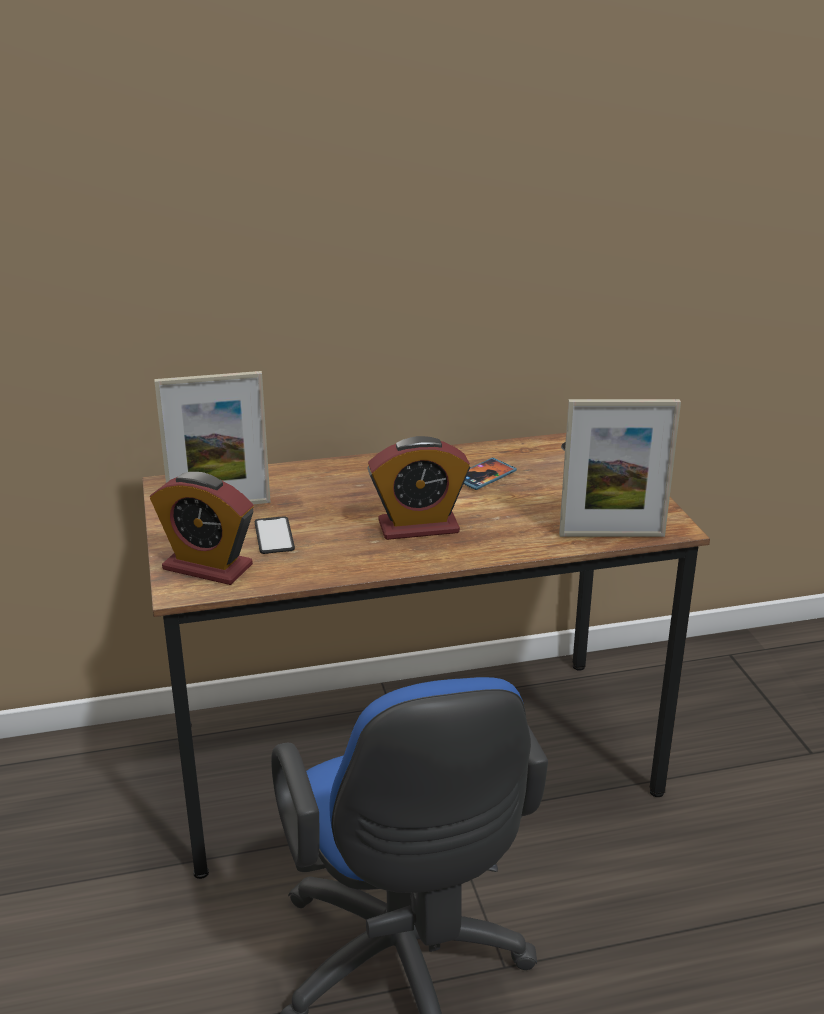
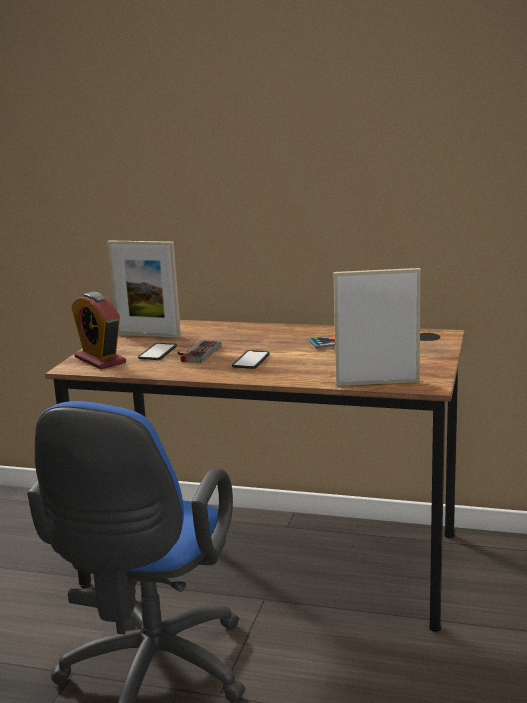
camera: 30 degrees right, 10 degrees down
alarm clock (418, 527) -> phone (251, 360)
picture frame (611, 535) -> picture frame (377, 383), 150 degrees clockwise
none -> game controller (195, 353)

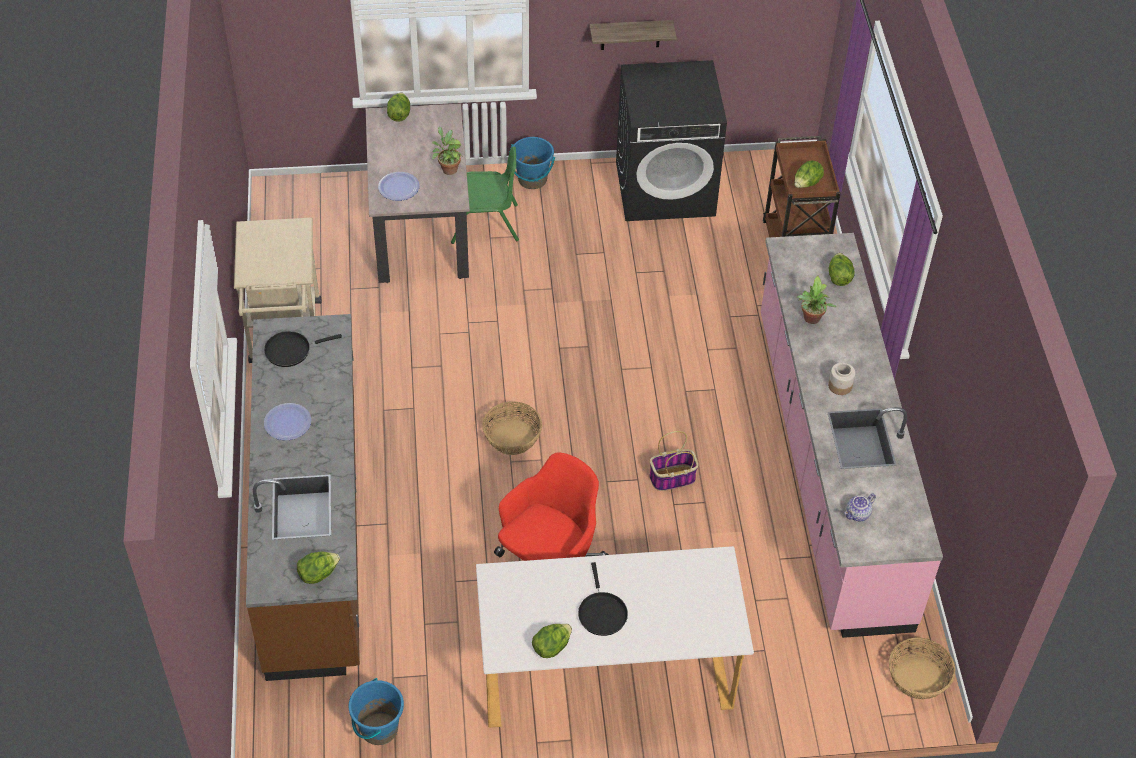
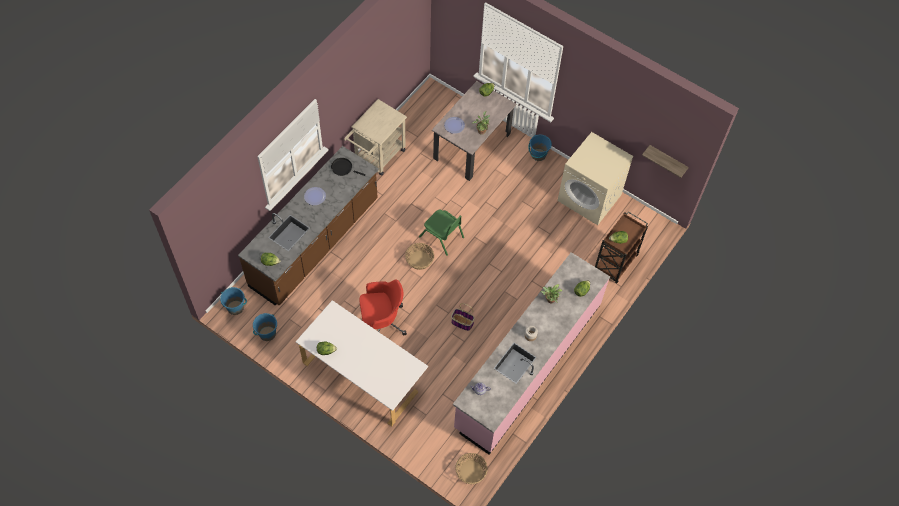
camera: 40 degrees right, 10 degrees up
green chair (485, 223) -> green chair (442, 237), shifted
black frying pan (601, 612) -> none
shelf (630, 34) -> shelf (667, 160), shifted
black washing machine (665, 188) -> beige washing machine (590, 197)
none -> blue bucket (235, 307)

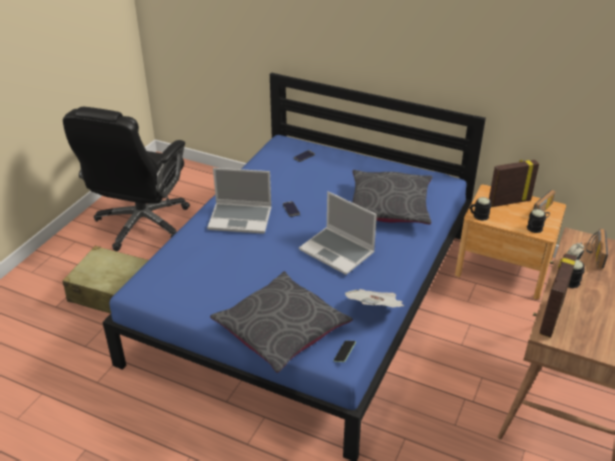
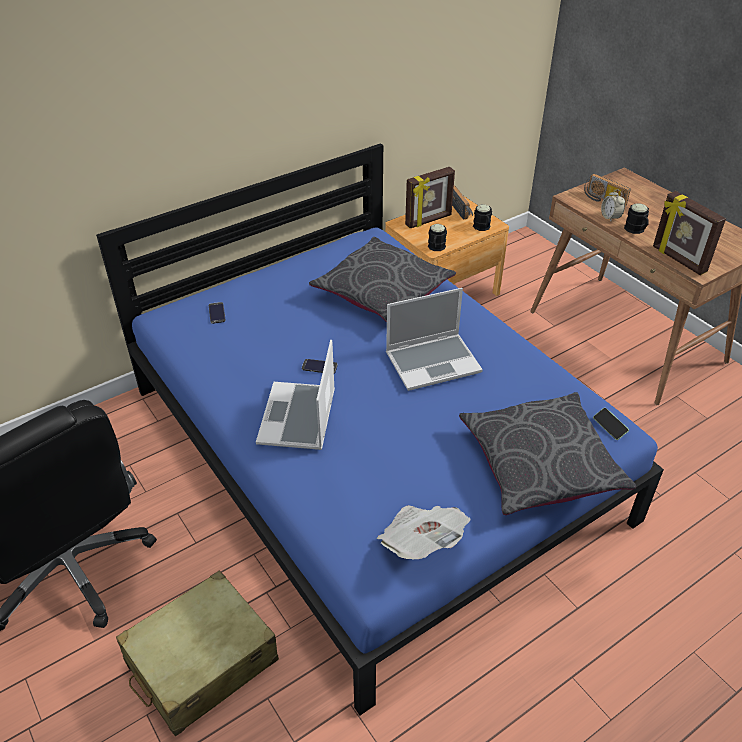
camera: 60 degrees left, 5 degrees up
laptop (241, 218) -> laptop (298, 418), 150 degrees clockwise
newspaper (375, 309) -> newspaper (421, 542), shifted
picture frame (509, 201) -> picture frame (429, 221), 135 degrees counterclockwise

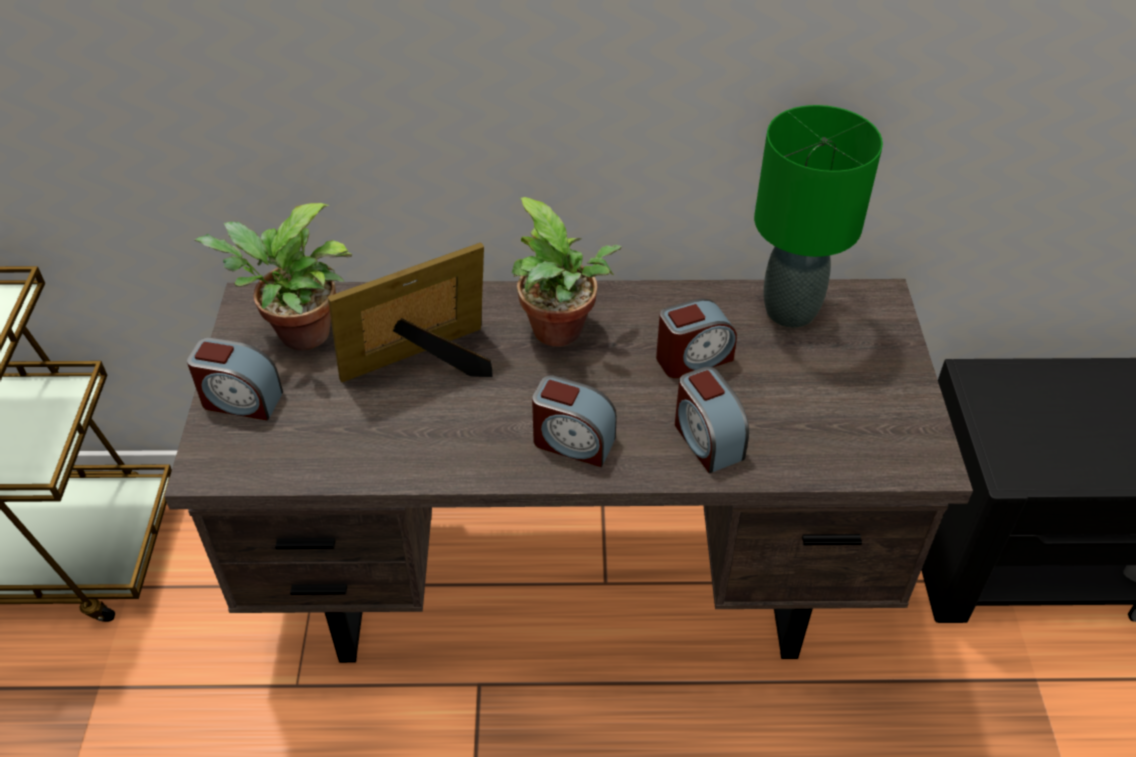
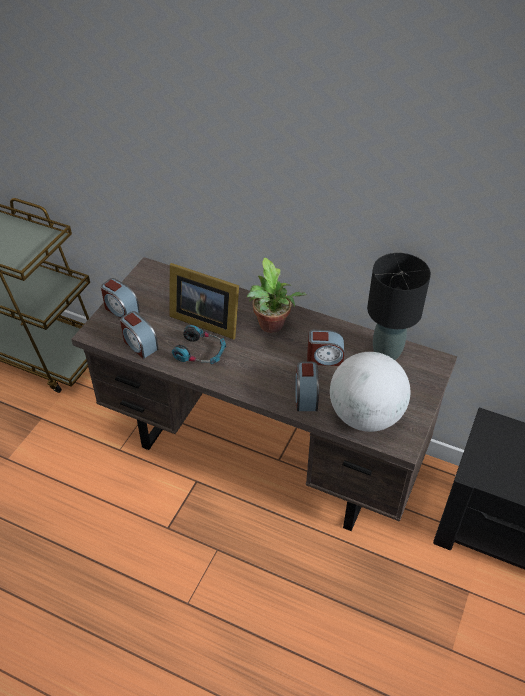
camera: 25 degrees right, 0 degrees up
potted plant (297, 336) -> none
picture frame (424, 364) -> picture frame (204, 320), 150 degrees counterclockwise
alarm clock (573, 442) -> alarm clock (139, 345), shifted
green table lamp (790, 312) -> black table lamp (386, 353)
none -> headphones (200, 352)
none -> globe (365, 416)

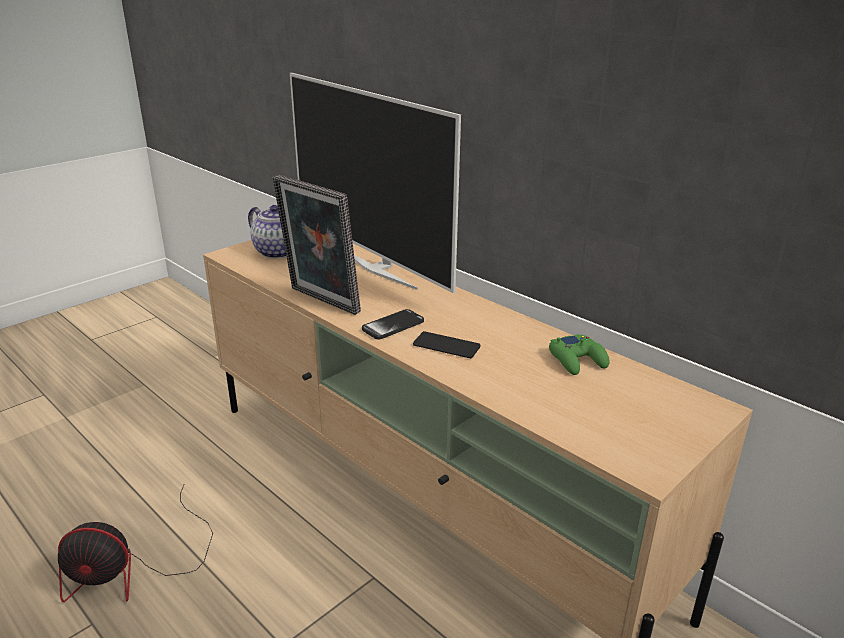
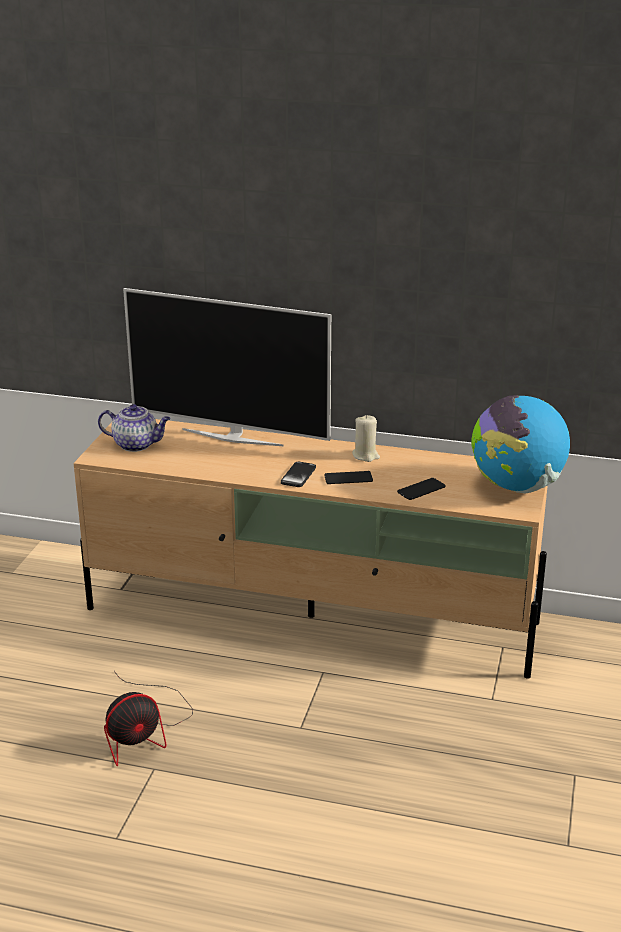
camera: 30 degrees left, 0 degrees up
picture frame (320, 302) -> none
green game controller (577, 360) -> none
none -> beige candle (365, 456)
none -> phone (421, 489)
none -> globe (516, 486)

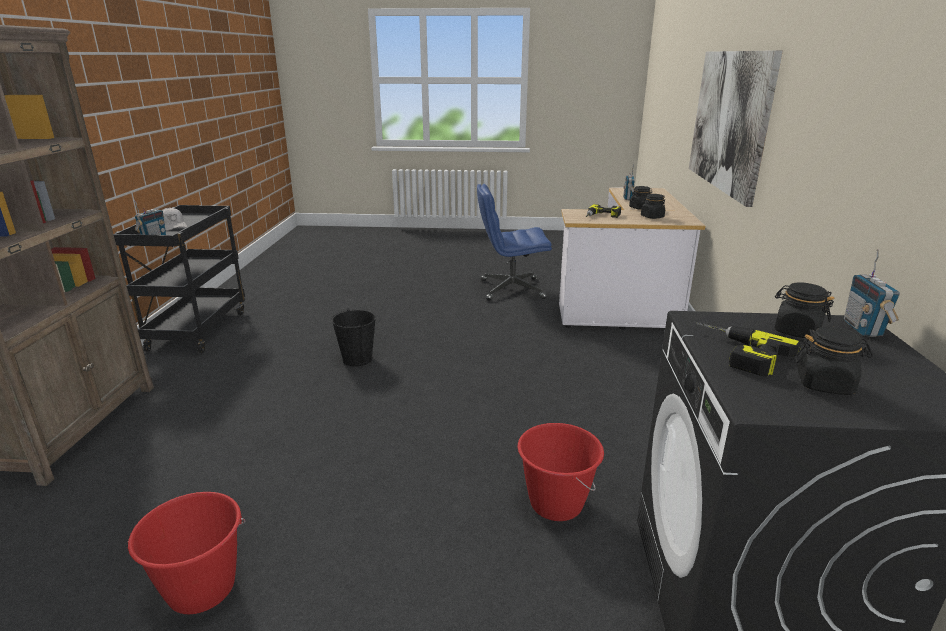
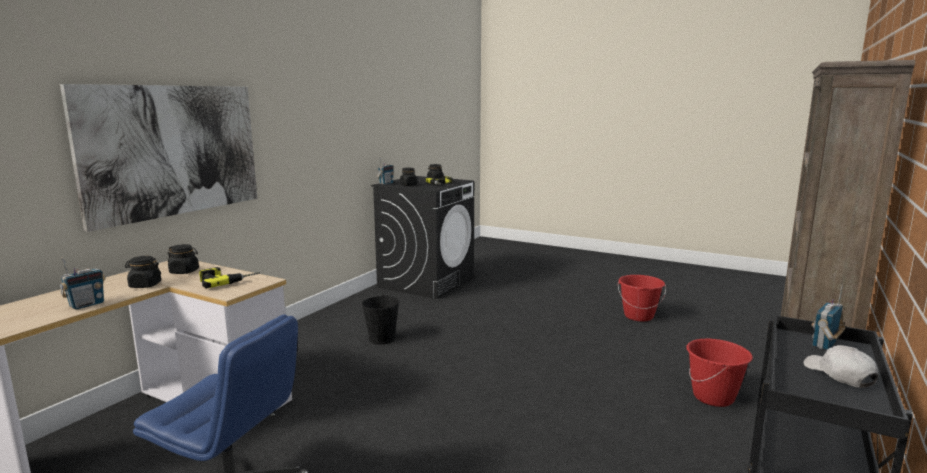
camera: 155 degrees left, 10 degrees down
black bucket (357, 359) -> black bucket (381, 339), shifted
red bucket (555, 503) -> red bucket (713, 397), shifted

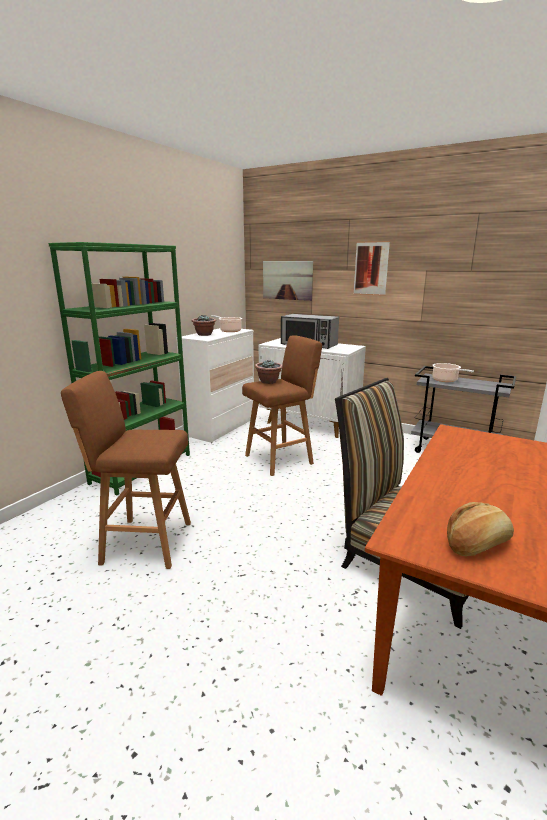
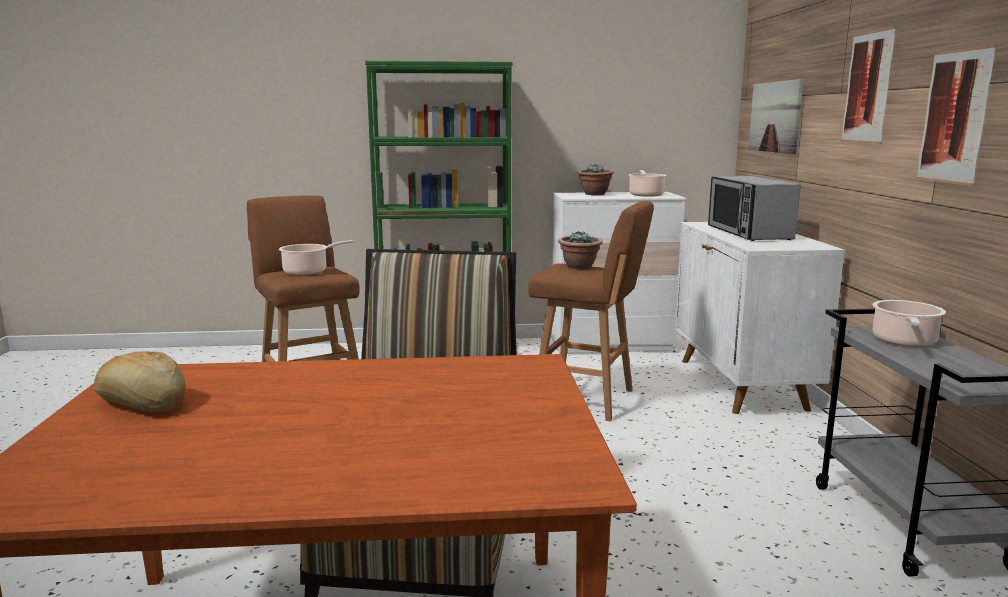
camera: 55 degrees right, 5 degrees down
none -> cooking pot (308, 272)
none -> picture (954, 116)

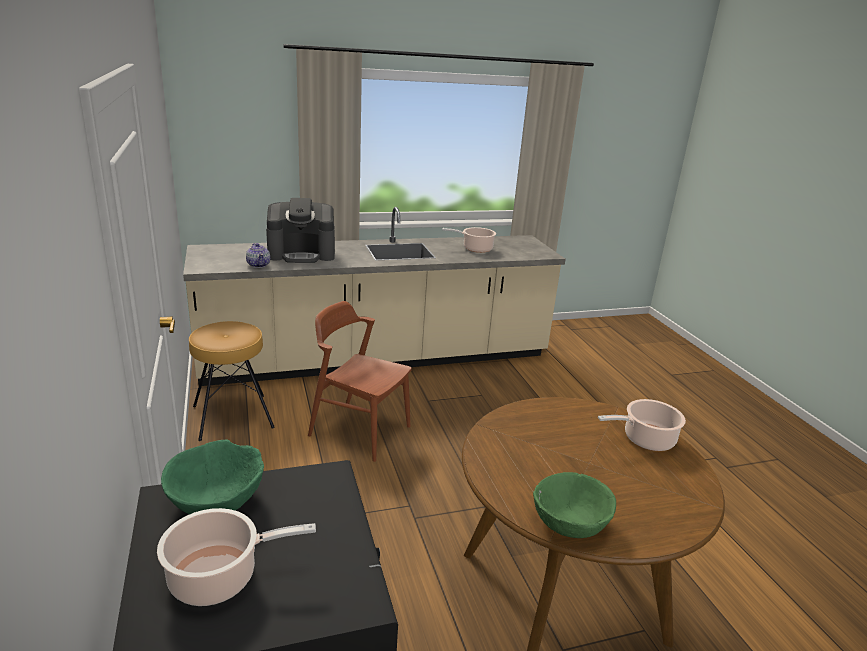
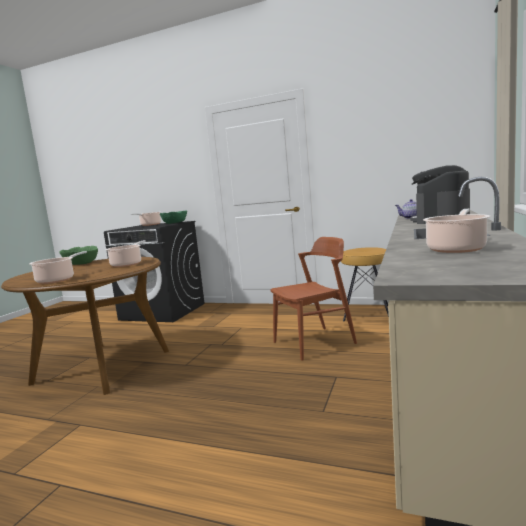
camera: 130 degrees right, 15 degrees down
none -> cooking pot (127, 264)

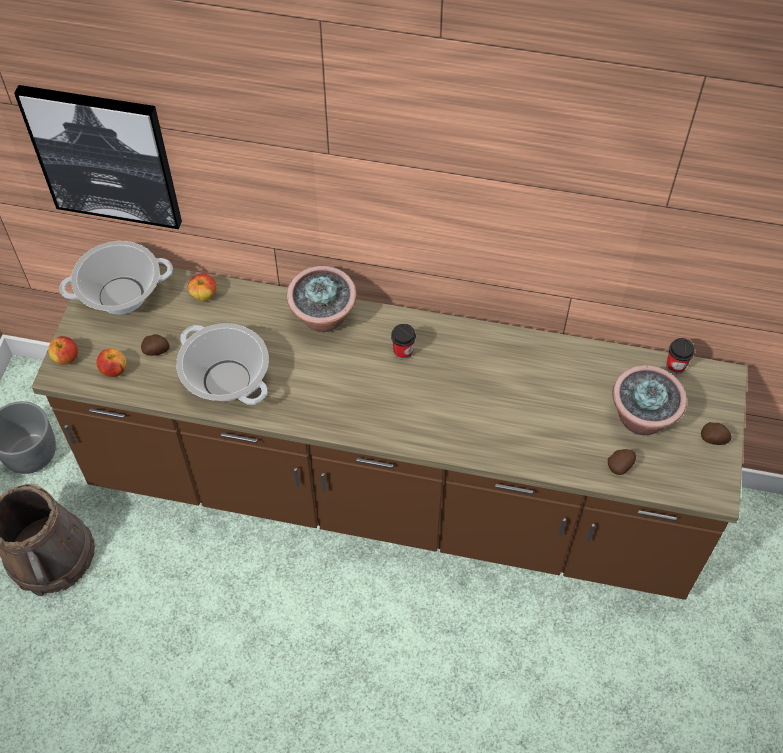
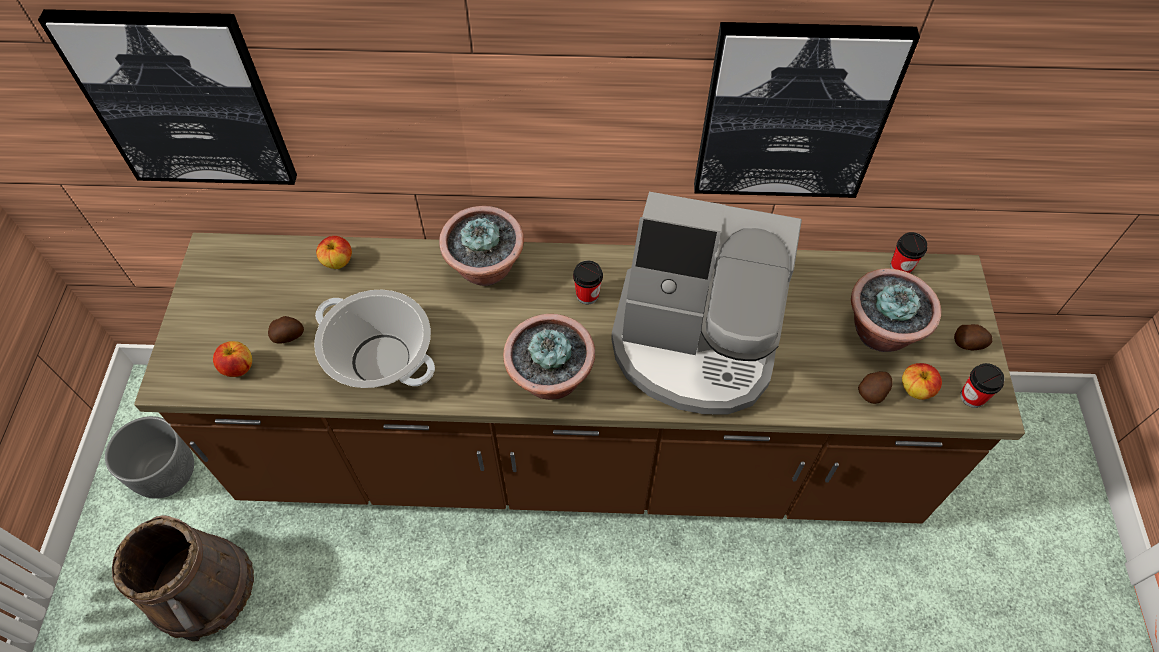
camera: 10 degrees left, 0 degrees up
apple (66, 358) -> apple (915, 390), shifted
cooking pot (121, 295) -> none
none -> potted plant (550, 380)
none -> coffee machine (695, 343)
none -> picture (793, 113)
none -> cup (972, 397)

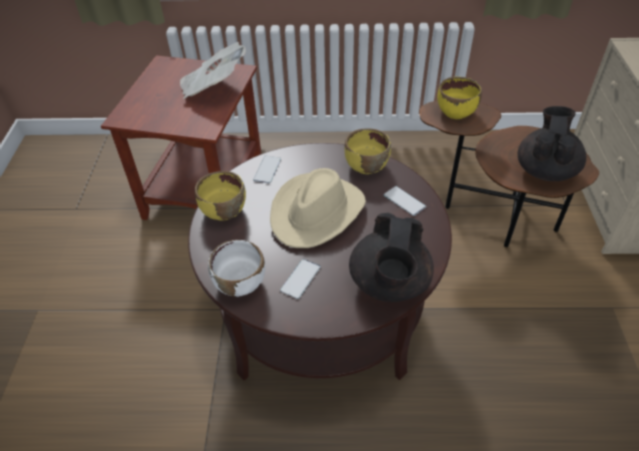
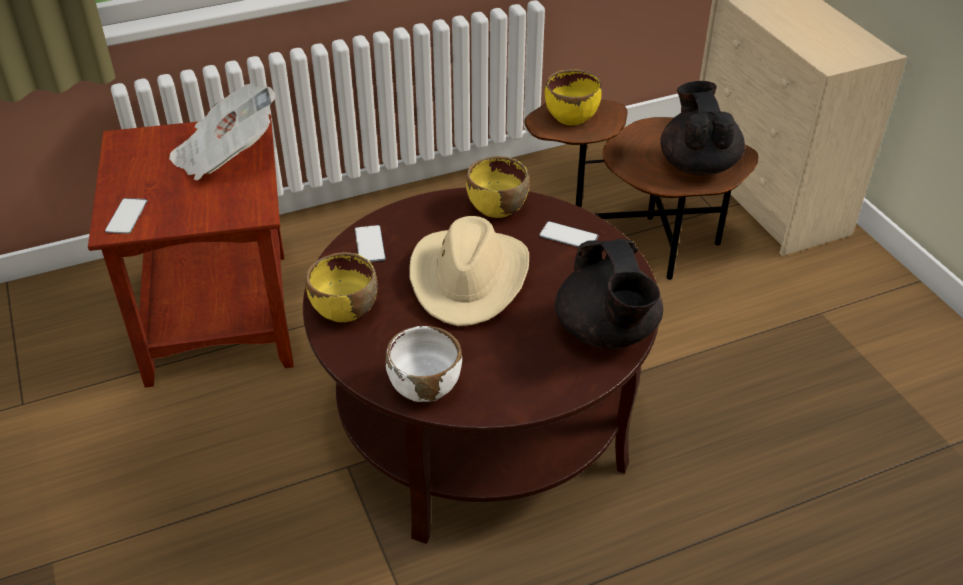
camera: 25 degrees left, 5 degrees down
phone (300, 278) -> phone (126, 216), shifted

